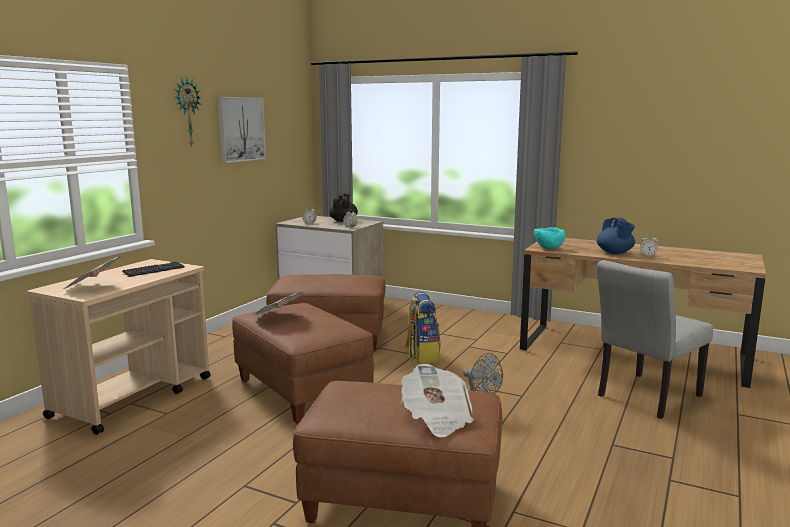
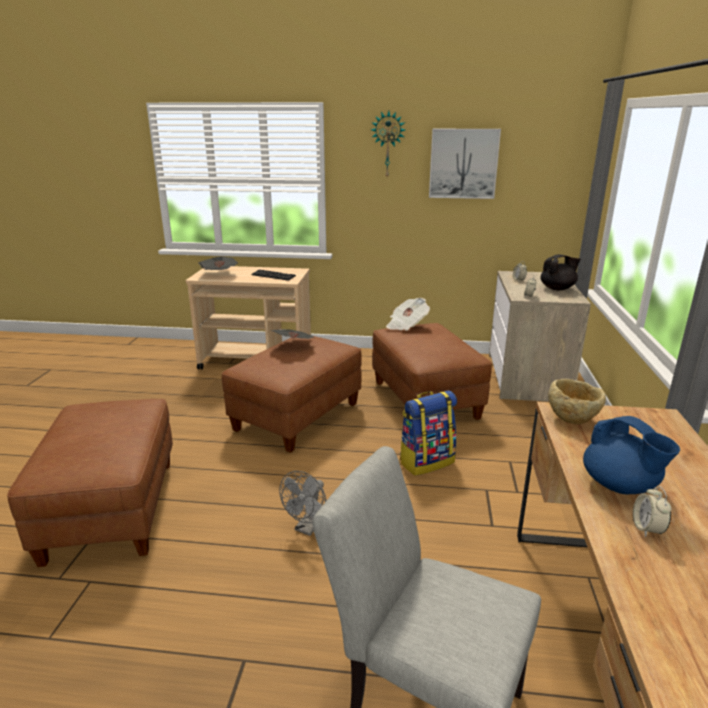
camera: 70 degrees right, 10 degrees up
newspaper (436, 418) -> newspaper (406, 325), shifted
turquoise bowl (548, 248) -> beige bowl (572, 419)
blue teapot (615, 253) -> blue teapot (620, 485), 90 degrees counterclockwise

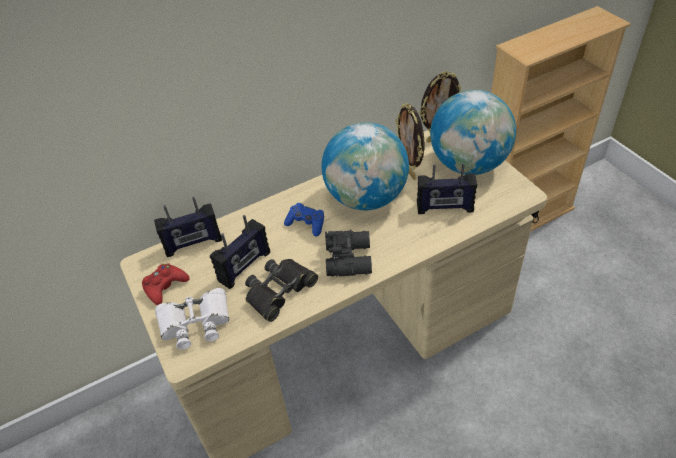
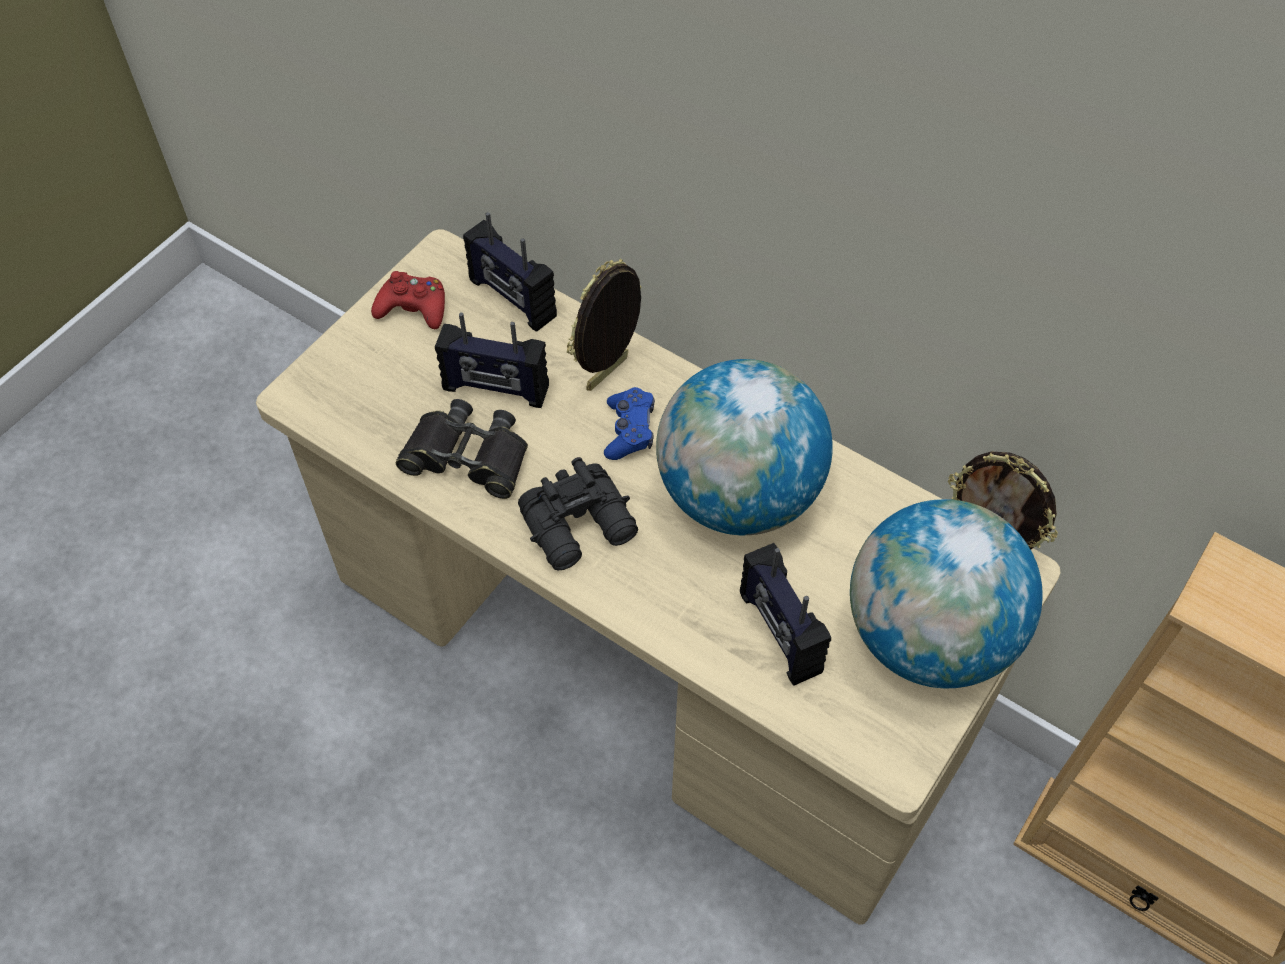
camera: 60 degrees right, 10 degrees up
white binoculars (195, 322) -> none
picture frame (409, 171) -> picture frame (609, 375), shifted

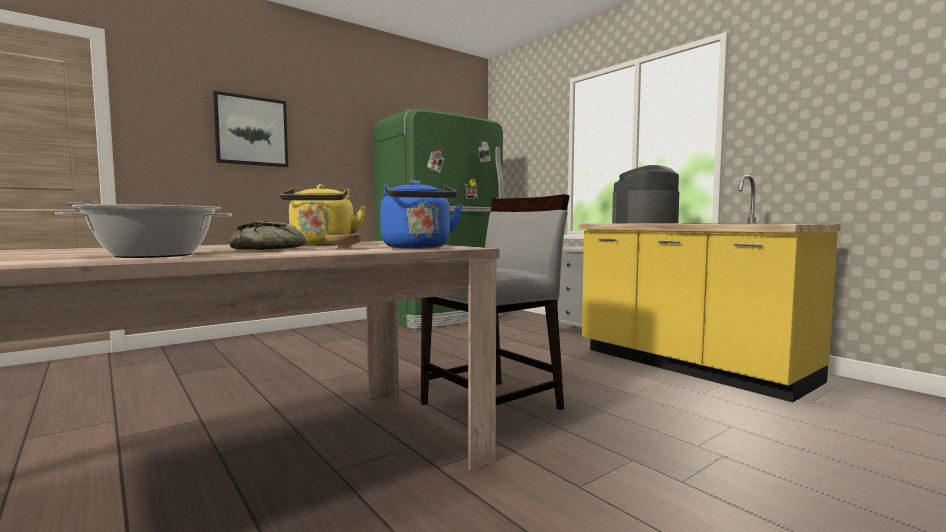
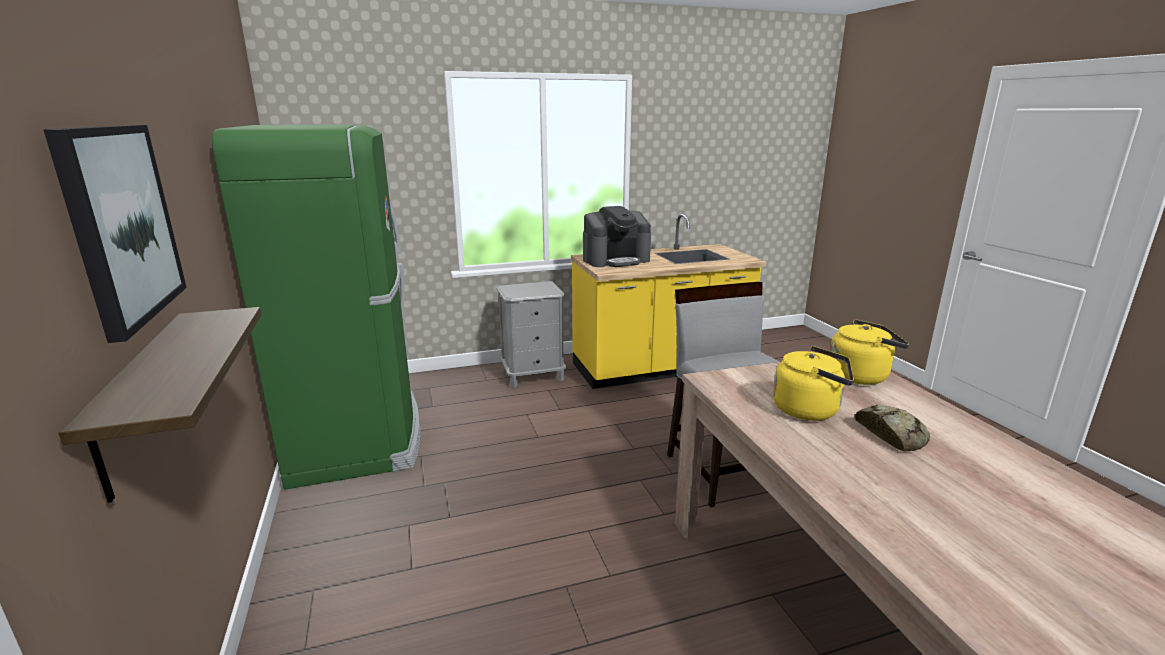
camera: 70 degrees left, 15 degrees up
cooking pot (153, 255) -> none
brown bowl (344, 248) -> none
blue kettle (418, 248) -> yellow kettle (861, 376)
coffee machine (645, 223) -> coffee machine (616, 260), 90 degrees counterclockwise
none -> shelf (143, 399)

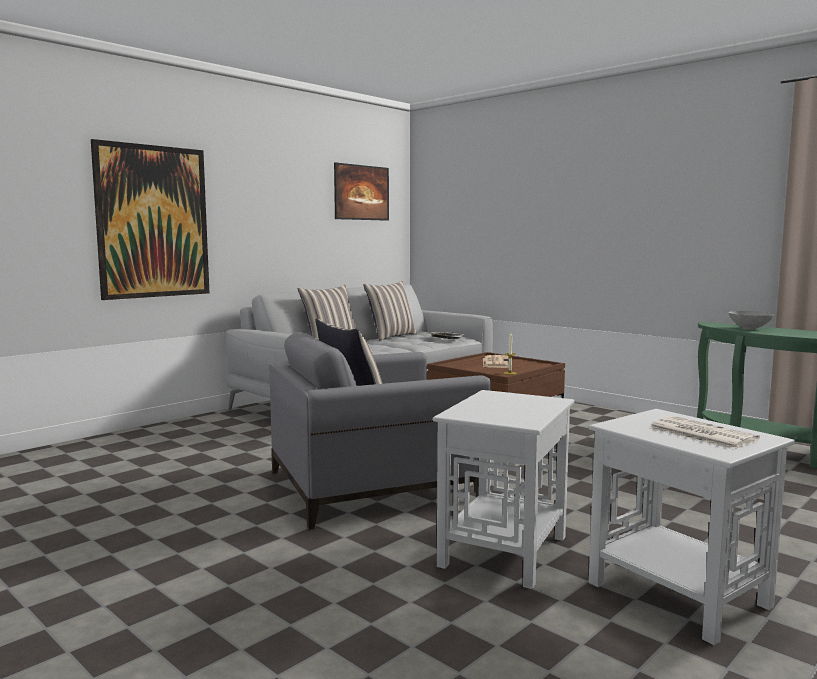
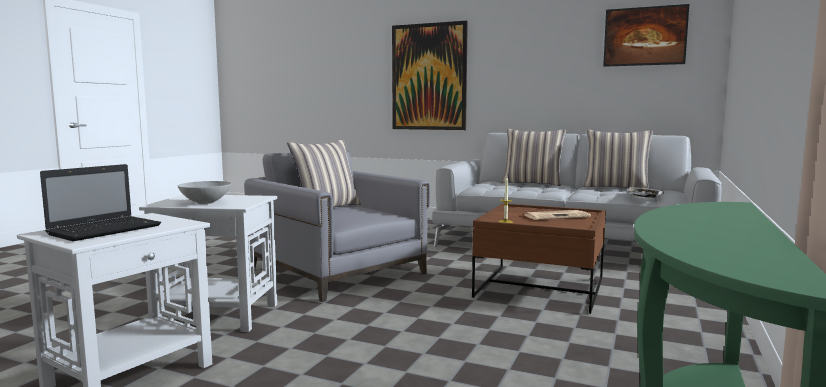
camera: 70 degrees right, 0 degrees up
newspaper (700, 434) -> laptop (107, 229)
grey bowl (749, 328) -> grey bowl (205, 202), shifted

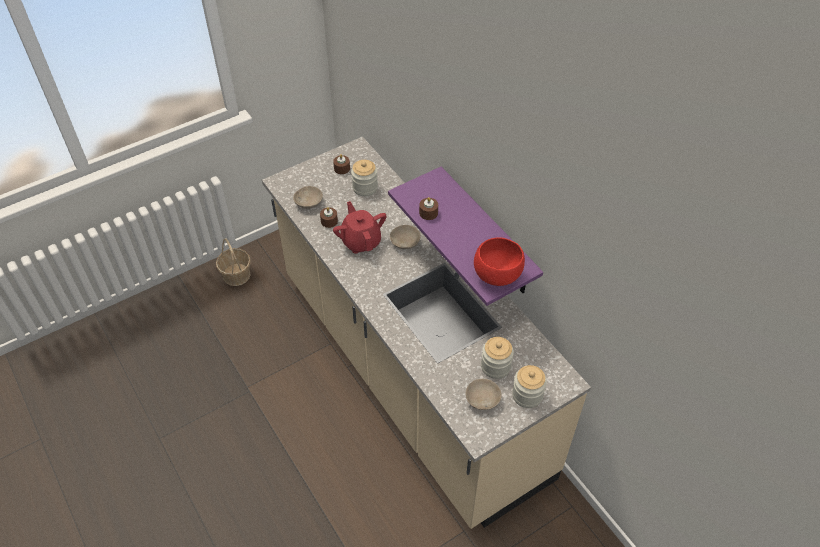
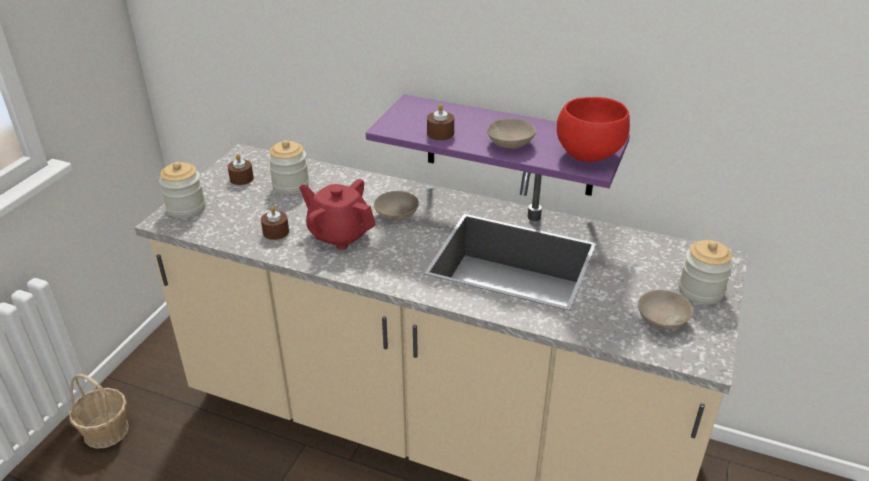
camera: 35 degrees left, 15 degrees down
beige bowl (309, 203) -> beige bowl (511, 144), shifted
jar (495, 366) -> jar (186, 208), shifted

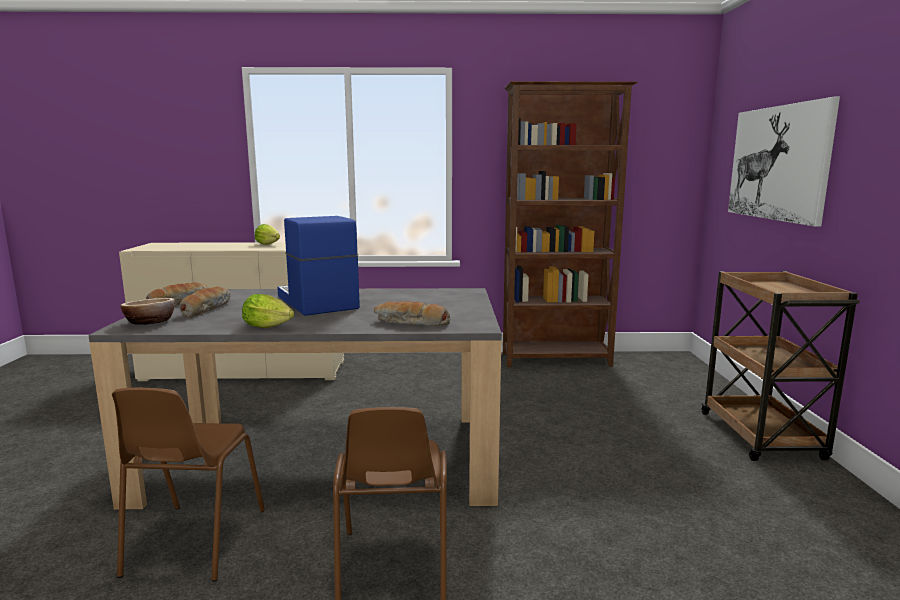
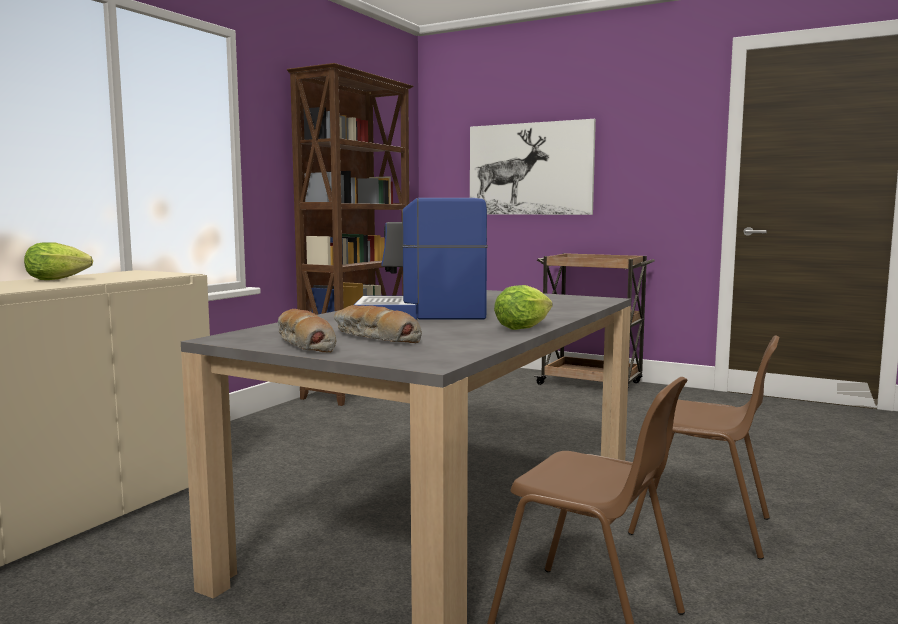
camera: 60 degrees left, 5 degrees down
bowl (150, 322) -> none
bread (411, 323) -> none

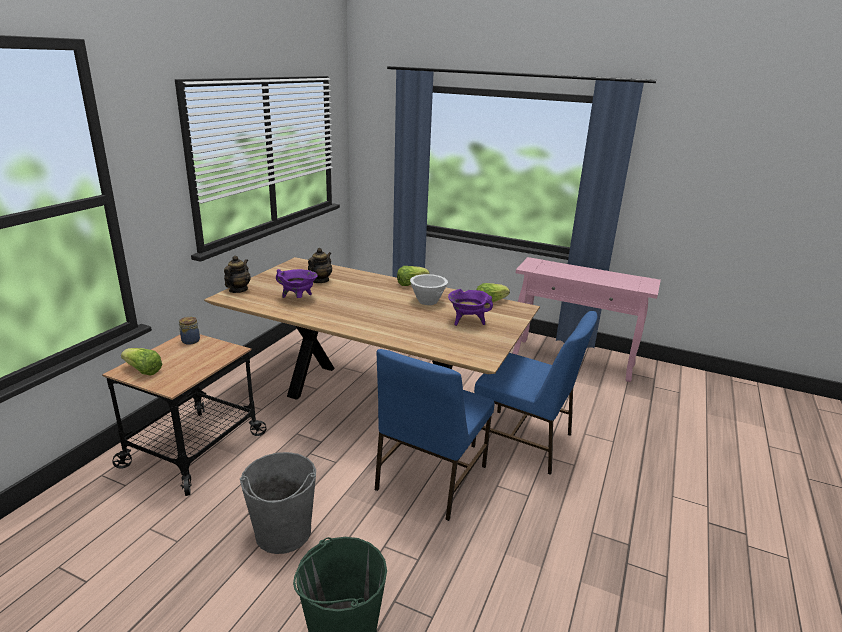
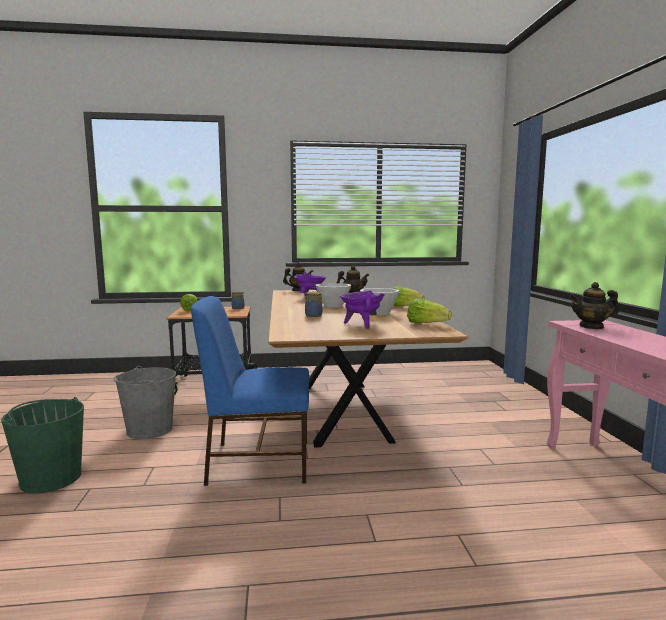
camera: 60 degrees right, 15 degrees down
blue chair (524, 441) -> none
none -> jar (313, 316)
none -> white bowl (333, 306)
none -> teapot (591, 326)

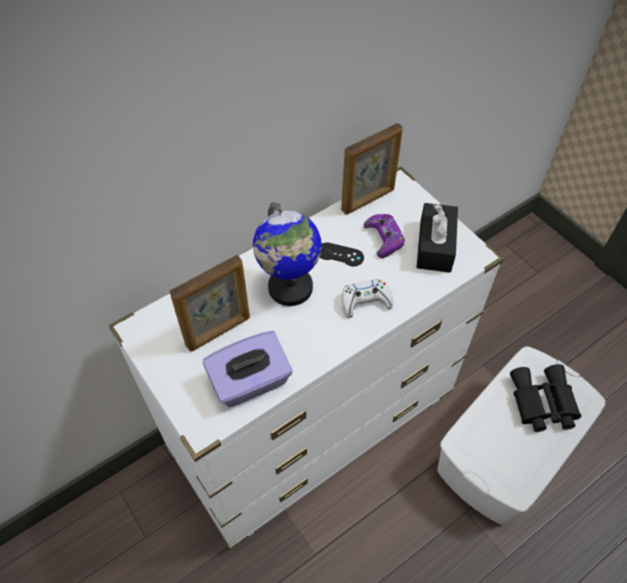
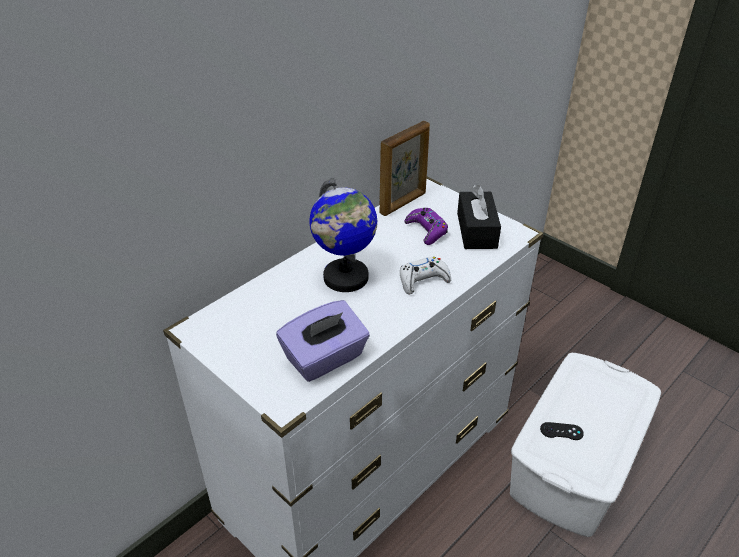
camera: 10 degrees left, 15 degrees down
picture frame (219, 331) -> none
black game controller (340, 254) -> black game controller (561, 431), shifted
black binoculars (541, 403) -> none

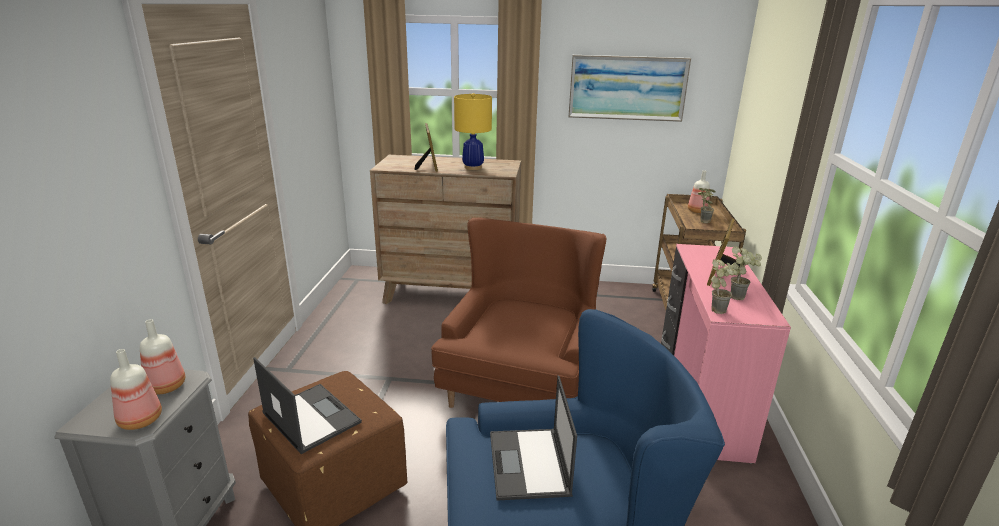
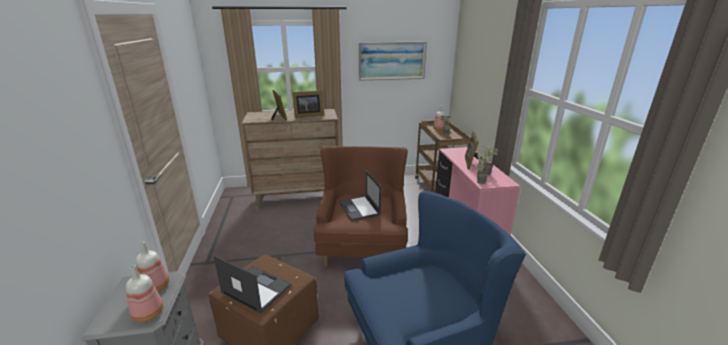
camera: 15 degrees left, 0 degrees up
yellow table lamp (473, 167) -> picture frame (307, 115)
laptop (529, 464) -> laptop (359, 208), shifted

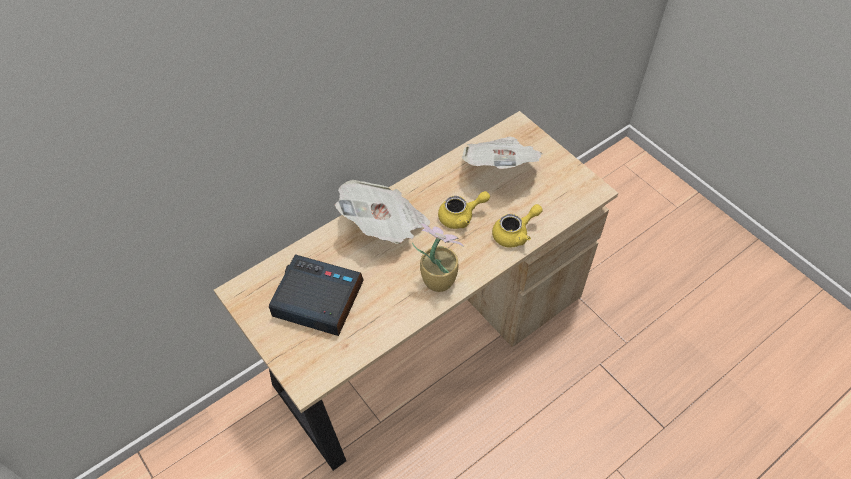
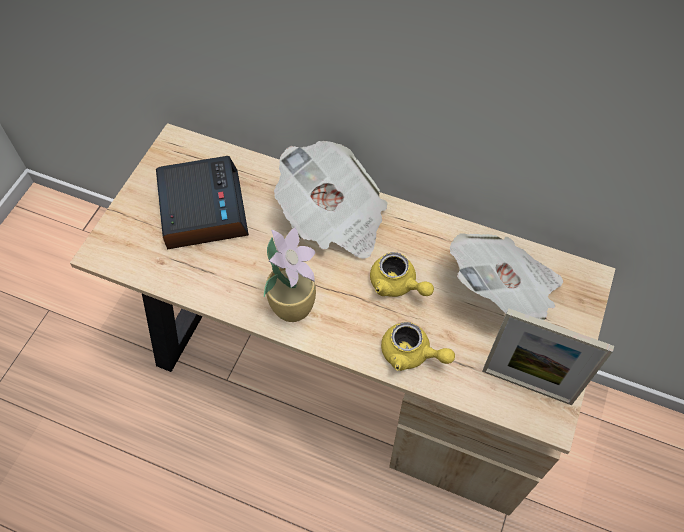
camera: 60 degrees right, 5 degrees up
none -> picture frame (527, 385)

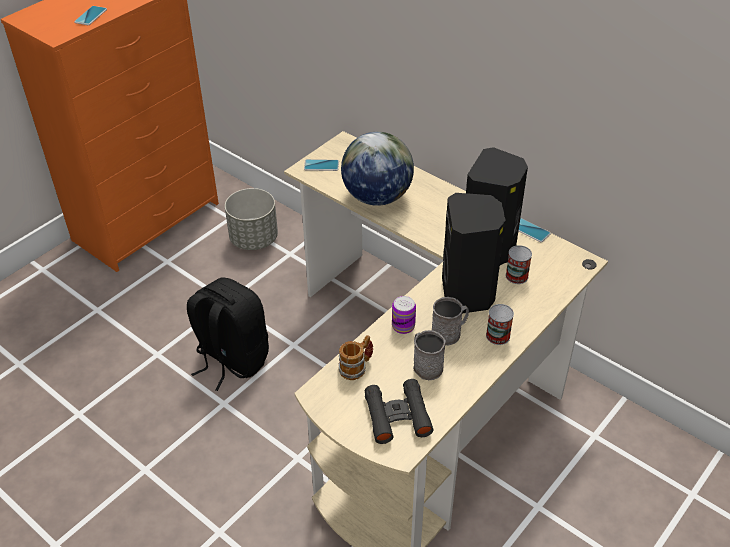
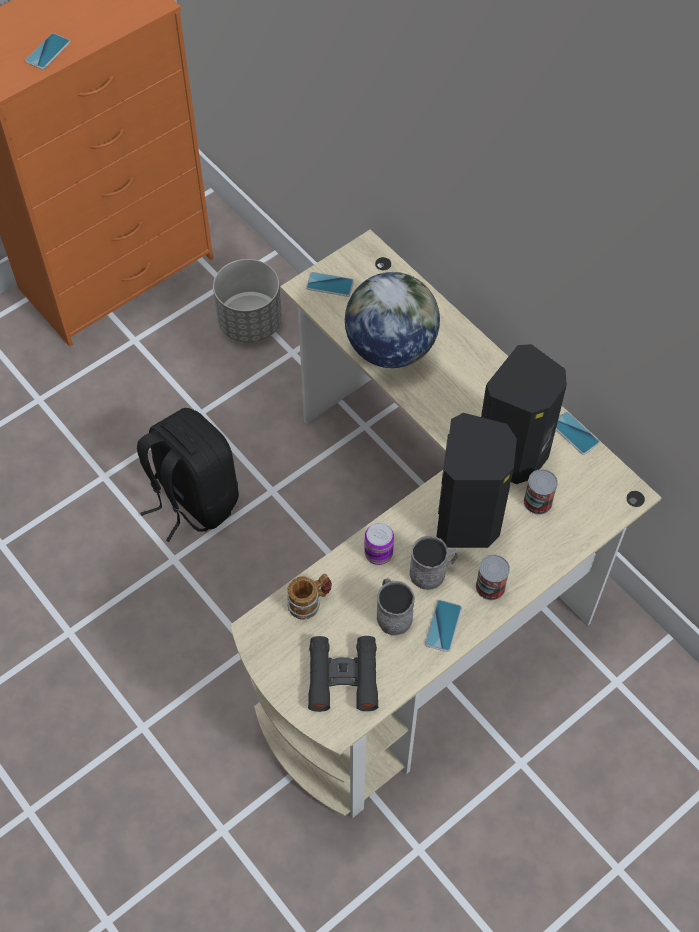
camera: 10 degrees right, 15 degrees up
none -> phone (443, 626)

